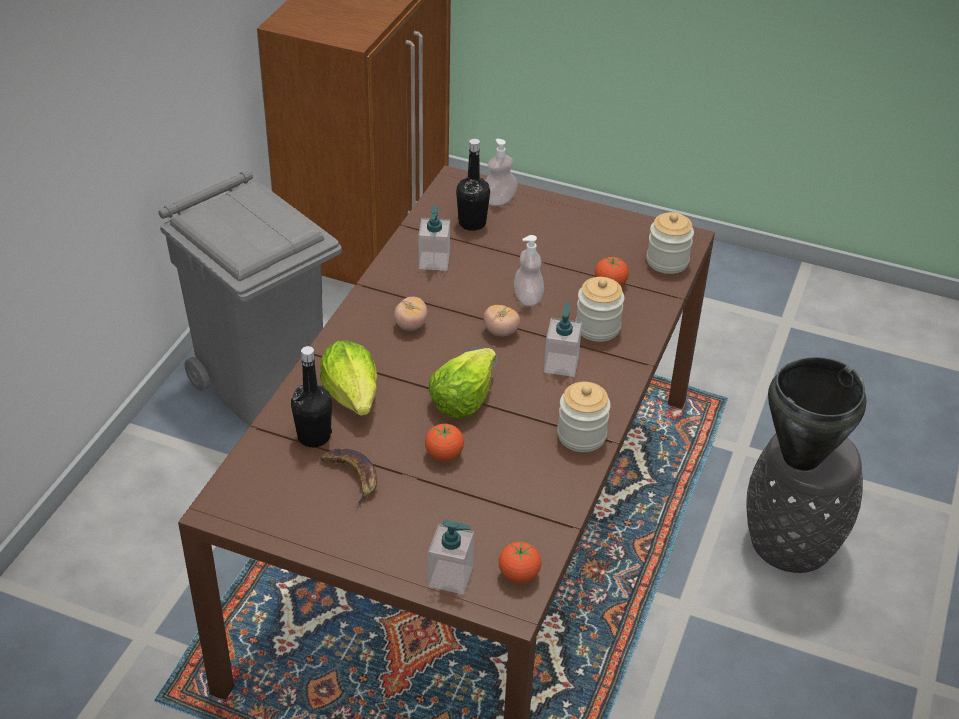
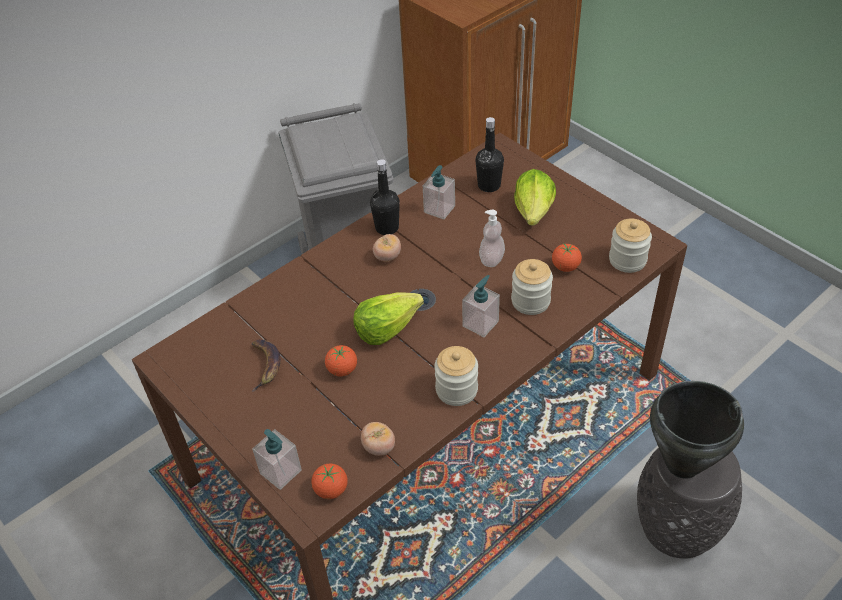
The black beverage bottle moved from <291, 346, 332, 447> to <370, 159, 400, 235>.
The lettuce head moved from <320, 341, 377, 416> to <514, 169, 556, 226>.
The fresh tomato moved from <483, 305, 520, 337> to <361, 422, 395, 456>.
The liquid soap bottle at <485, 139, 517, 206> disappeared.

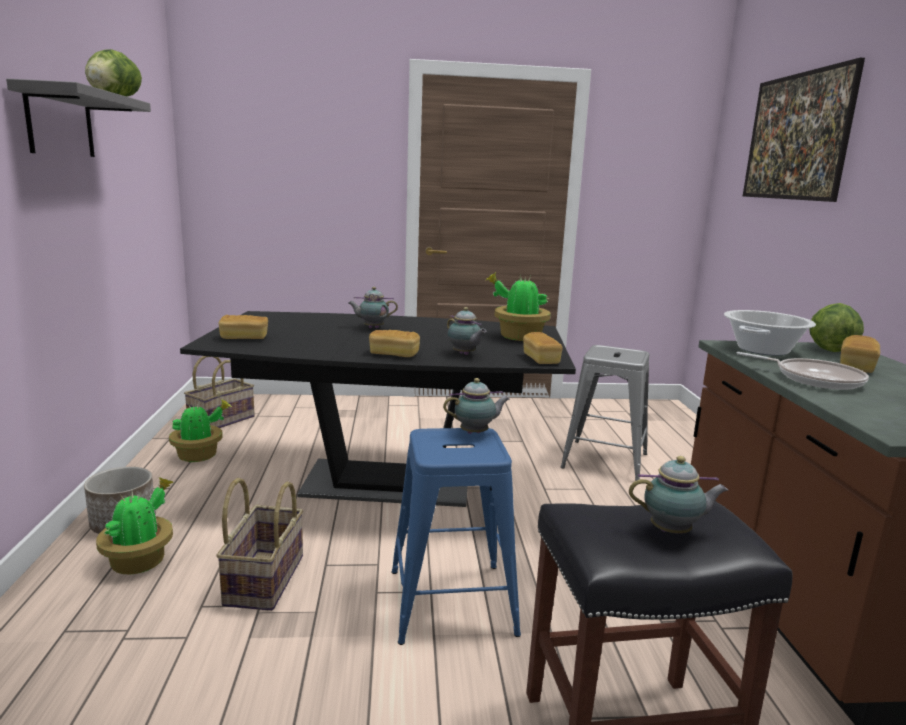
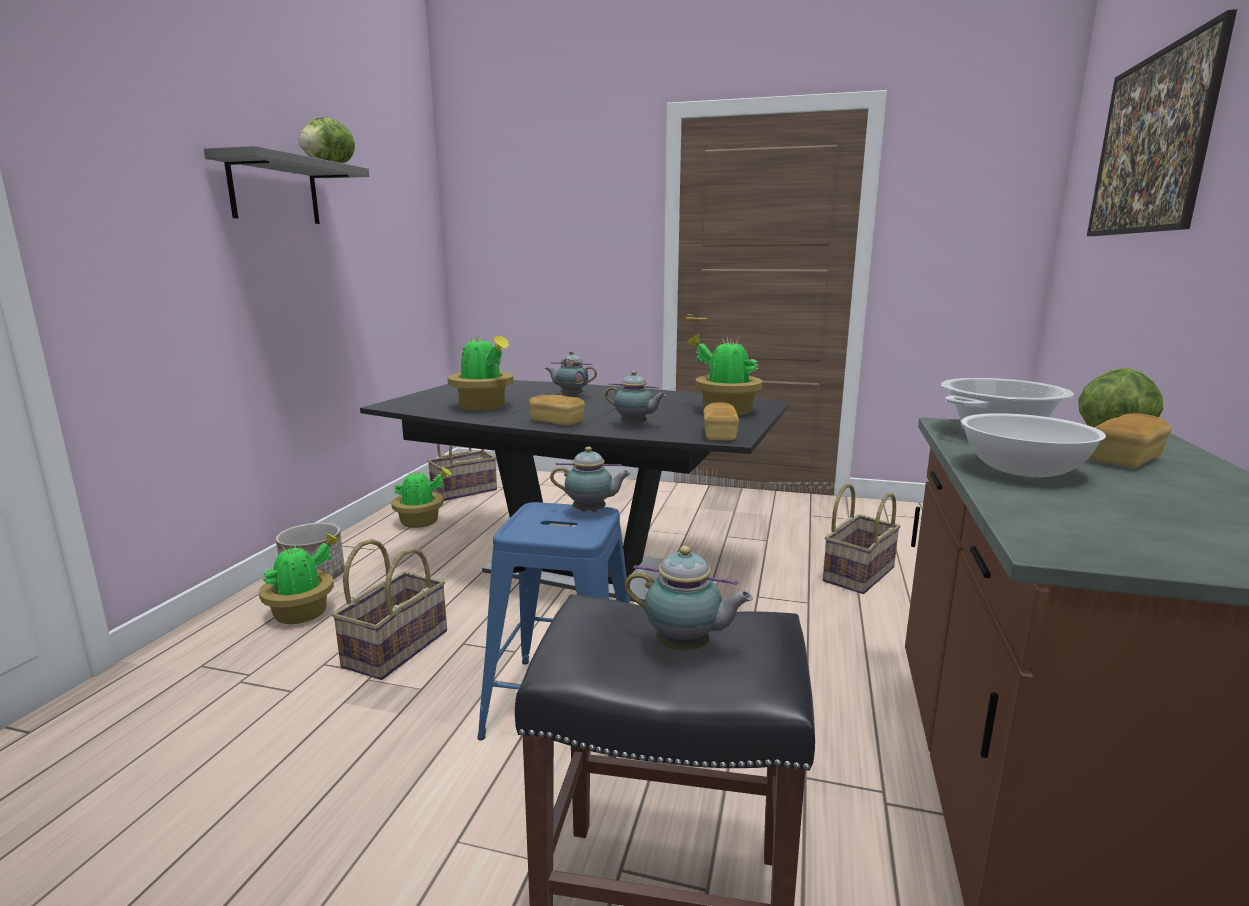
The bakery bread at <219, 315, 268, 339> disappeared.
The tea pot at <447, 307, 487, 355> turned 45 degrees counterclockwise.
The gray sitting stool at <561, 345, 649, 481> was replaced by the basket at <823, 483, 901, 594>.
The frying pan at <736, 352, 869, 390> was replaced by the white serving bowl at <961, 413, 1106, 477>.
The houseplant at <447, 333, 514, 410> appeared.

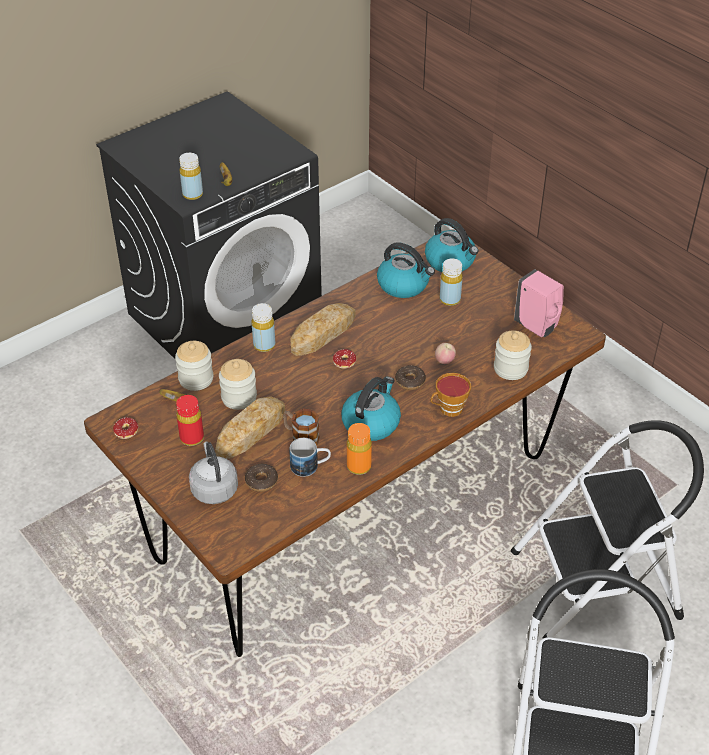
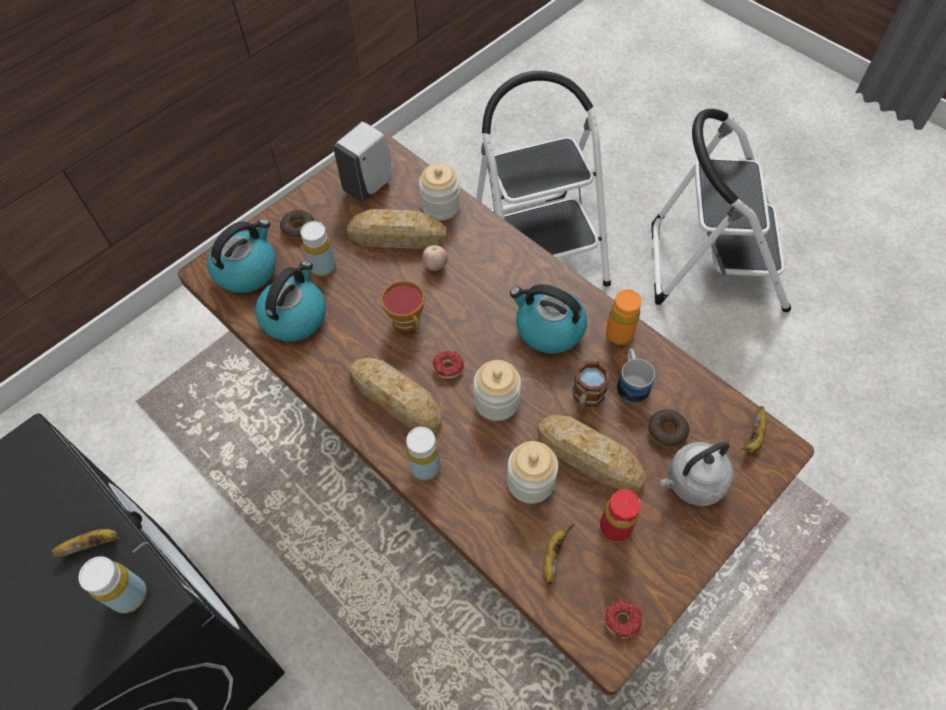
The jar moved from <175, 341, 213, 391> to <474, 360, 521, 421>.
The donut moved from <395, 365, 426, 390> to <280, 210, 314, 239>.
The drinking cup moved from <431, 373, 471, 417> to <381, 281, 425, 332>.
The pinkish liquid soap bottle at <514, 269, 564, 337> became the white liquid soap bottle at <333, 121, 391, 203>.
The bakery bread at <347, 209, 447, 249> appeared.
The whole banana at <741, 406, 767, 453> appeared.

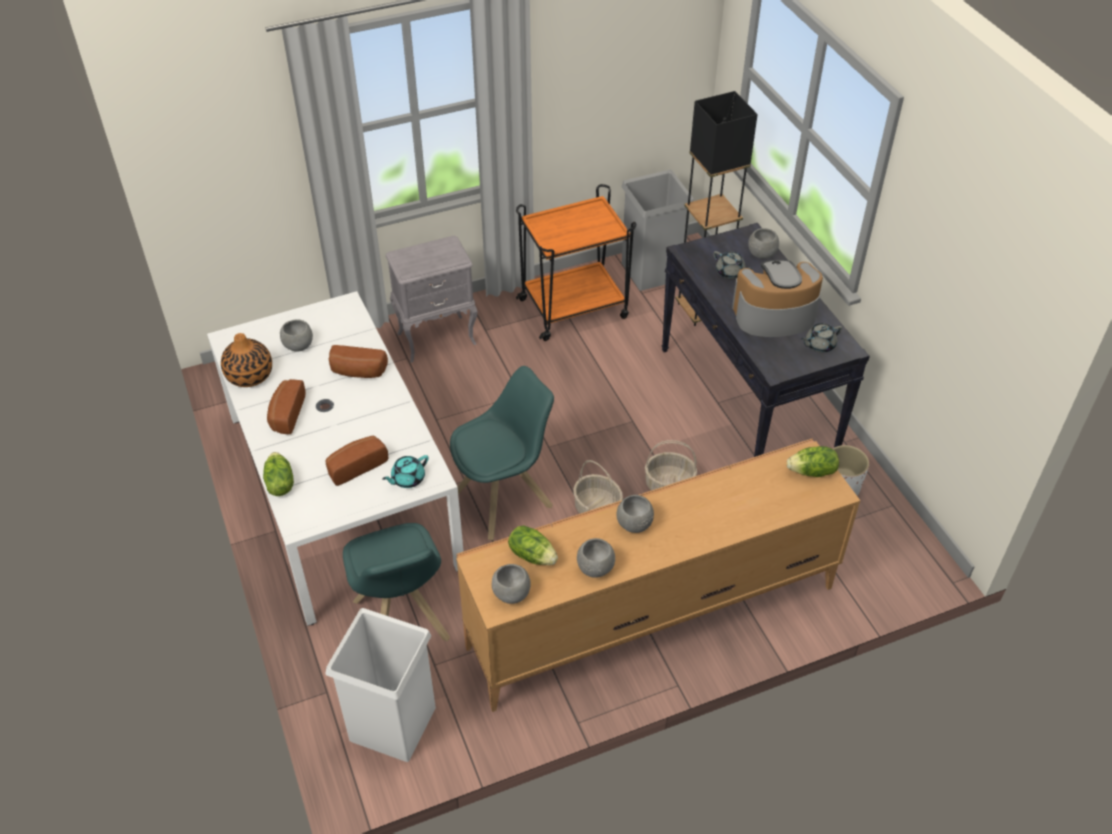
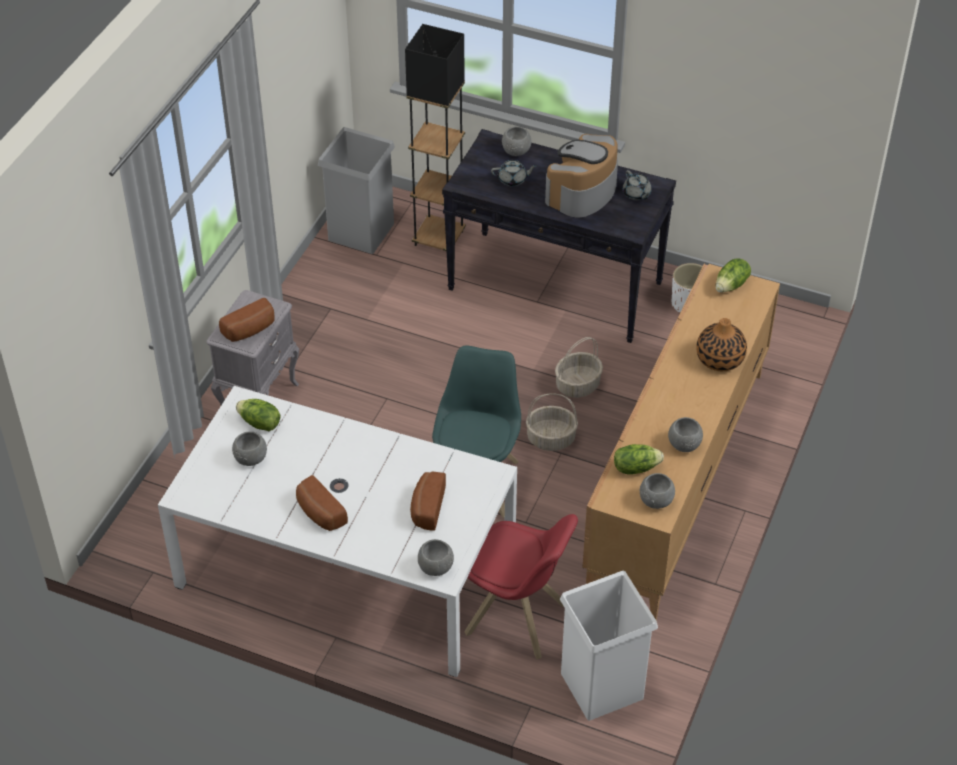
The decorative vase moved from <221, 333, 272, 387> to <696, 318, 747, 371>.
The lettuce head moved from <263, 452, 294, 496> to <236, 399, 281, 431>.
The bakery bread moved from <329, 345, 388, 378> to <219, 298, 275, 342>.
The blue-green chair at <343, 523, 450, 641> became the red chair at <464, 514, 578, 659>.
The blue-green tea pot at <382, 455, 429, 488> disappeared.
The orange cart at <516, 184, 636, 341> disappeared.
The gray serving bowl moved from <616, 495, 654, 533> to <418, 539, 454, 576>.
The gray tea pot at <801, 323, 842, 353> turned 45 degrees counterclockwise.

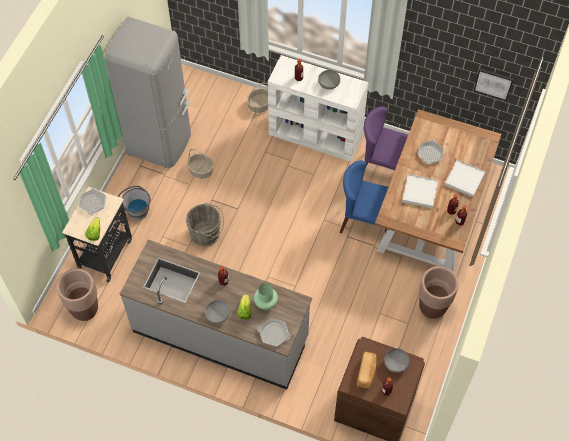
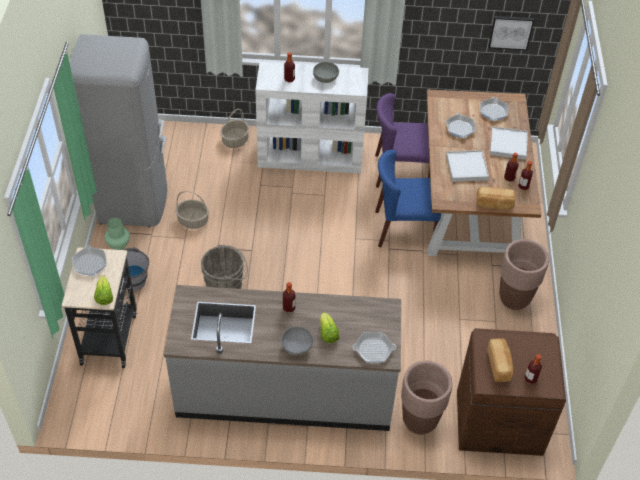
The brown-coloured plant pot moved from <56, 268, 98, 321> to <401, 361, 453, 435>.
The greenish decorative vase moved from <254, 283, 278, 310> to <104, 218, 130, 250>.
The gray serving bowl at <384, 348, 409, 372> disappeared.
The bakery bread at <477, 186, 515, 209> appeared.
The frying pan at <480, 97, 508, 121> appeared.

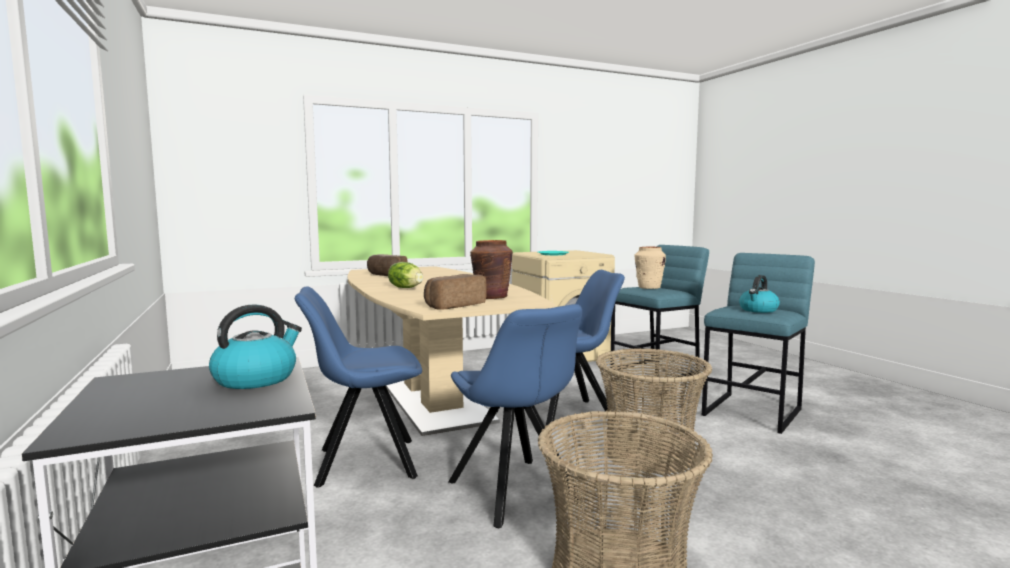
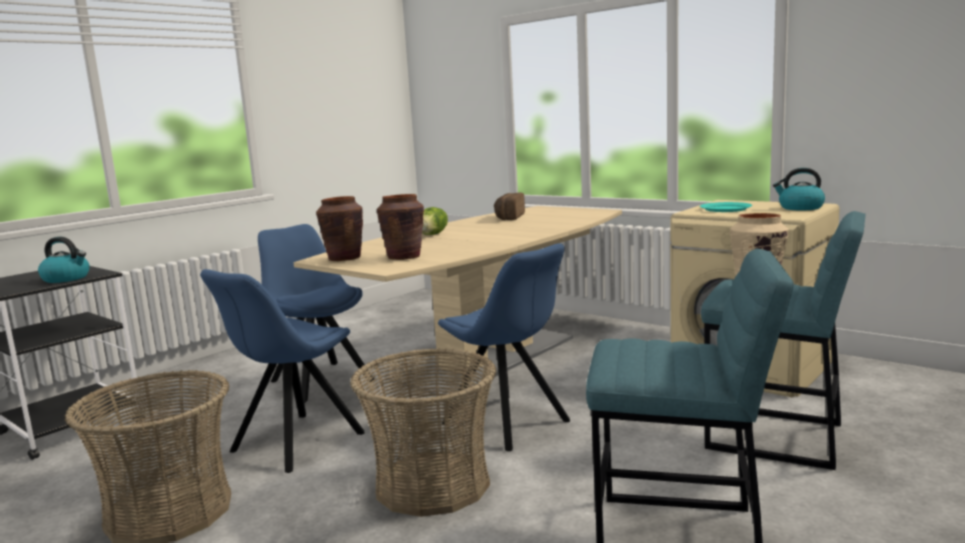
The bakery bread at <424, 274, 487, 310> was replaced by the brown-coloured decorative vase at <316, 196, 363, 261>.
The kettle moved from <739, 275, 780, 313> to <773, 168, 825, 210>.

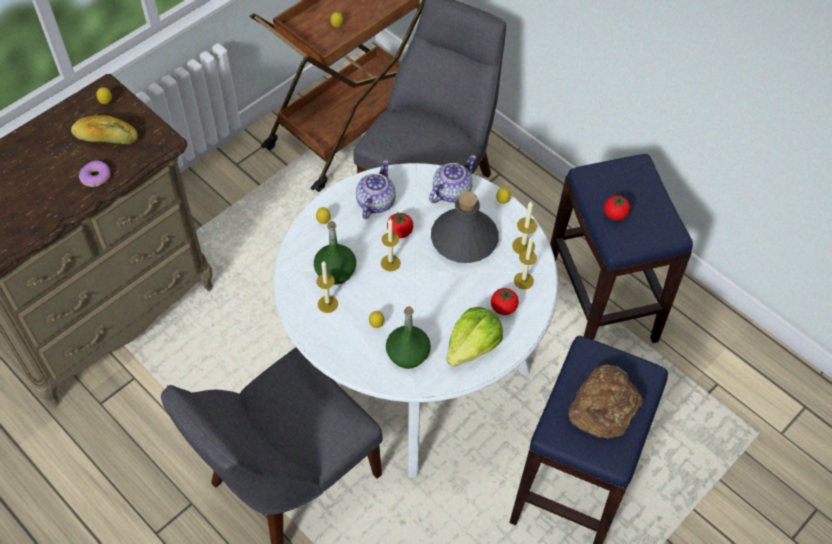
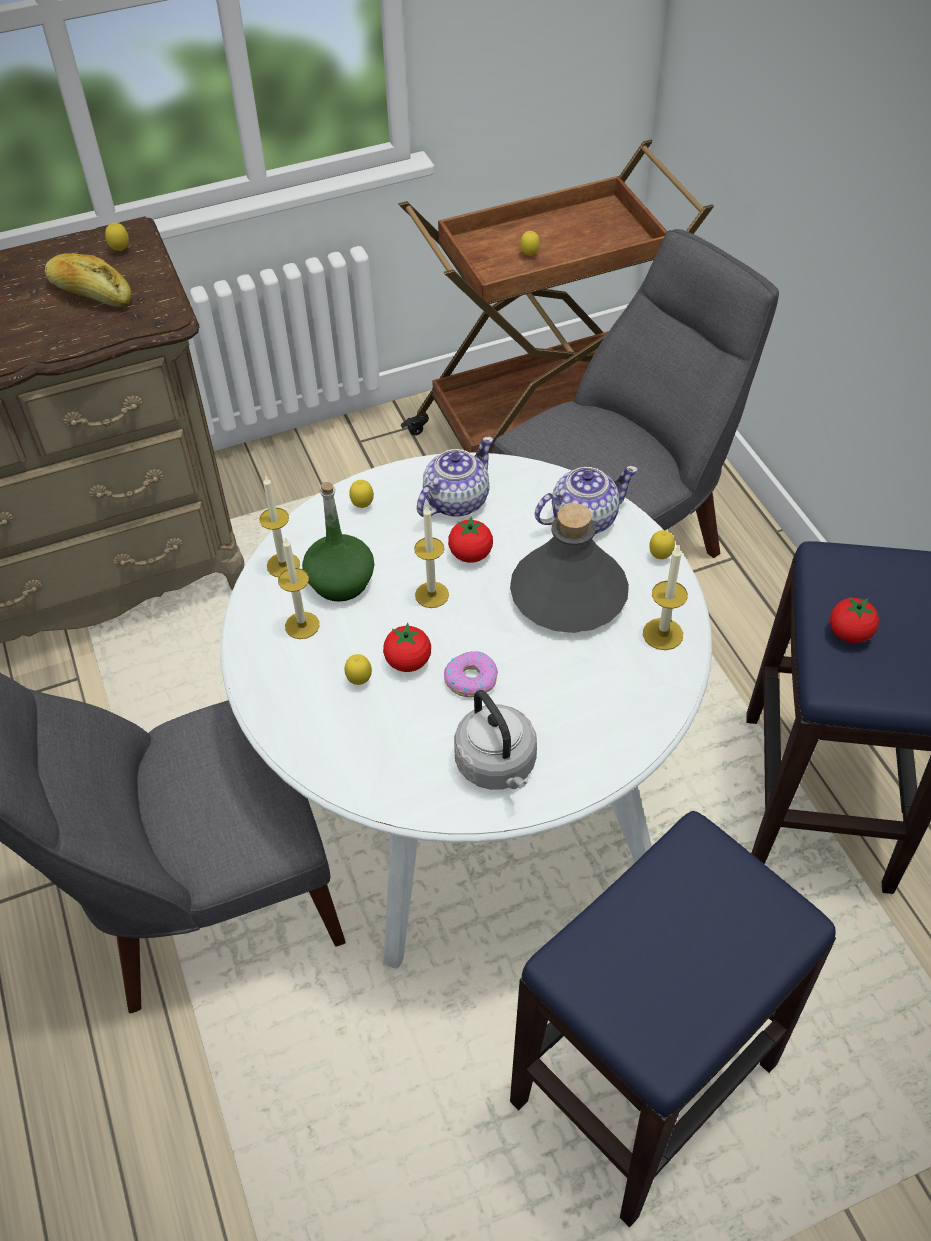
The donut moved from <79, 161, 110, 187> to <444, 651, 498, 697>.
The greenish beverage bottle at <386, 306, 431, 369> disappeared.
The lettuce head at <446, 307, 503, 366> was replaced by the gray kettle at <454, 690, 537, 790>.
The fresh tomato moved from <491, 288, 519, 315> to <383, 623, 431, 672>.
The candle moved from <514, 237, 537, 289> to <259, 475, 300, 577>.
The bakery bread at <568, 365, 643, 439> disappeared.

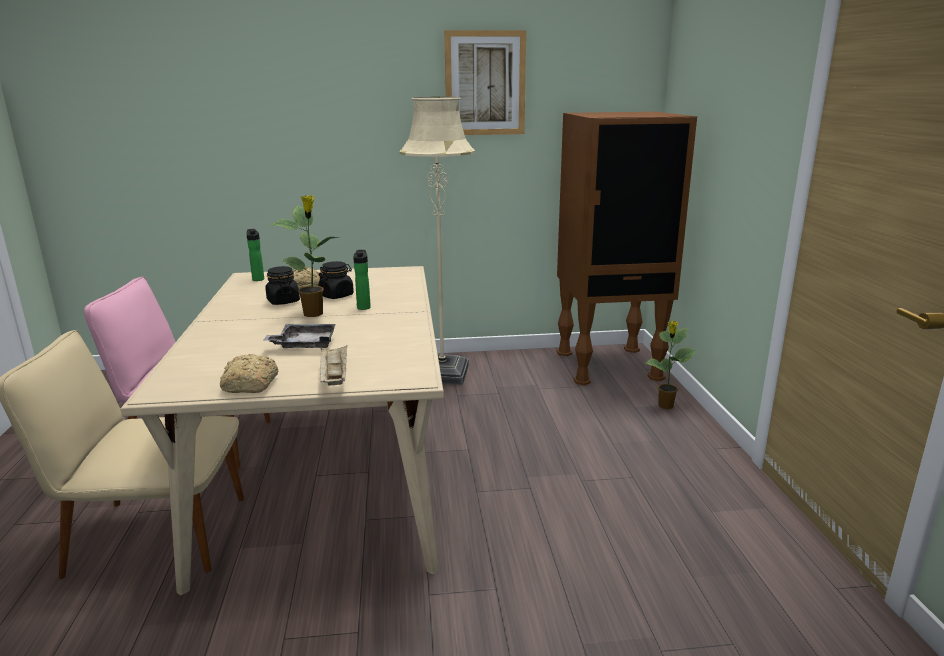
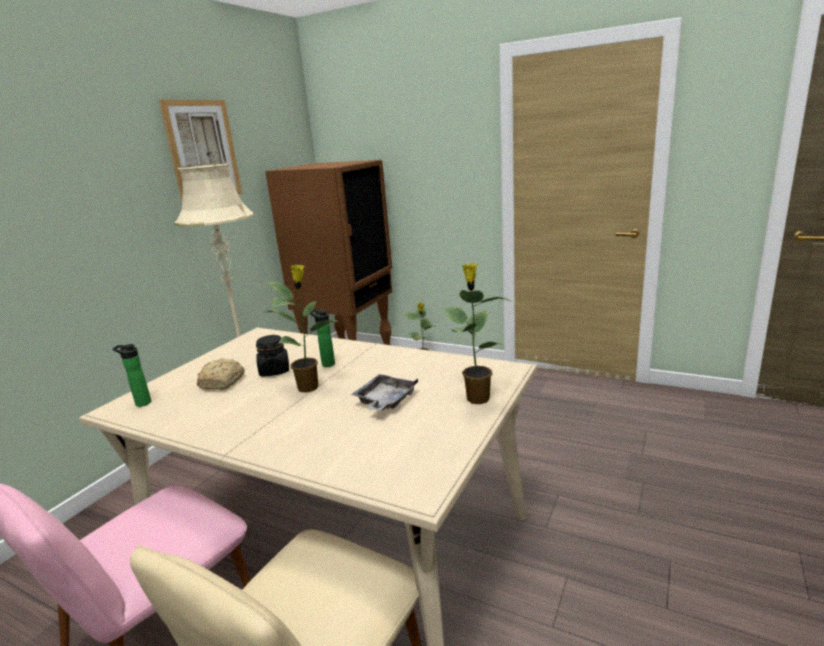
The bakery bread at <220, 354, 278, 393> disappeared.
The black jar at <265, 266, 300, 305> disappeared.
The sand-coloured serving tray at <320, 346, 347, 386> was replaced by the houseplant at <442, 263, 513, 404>.

